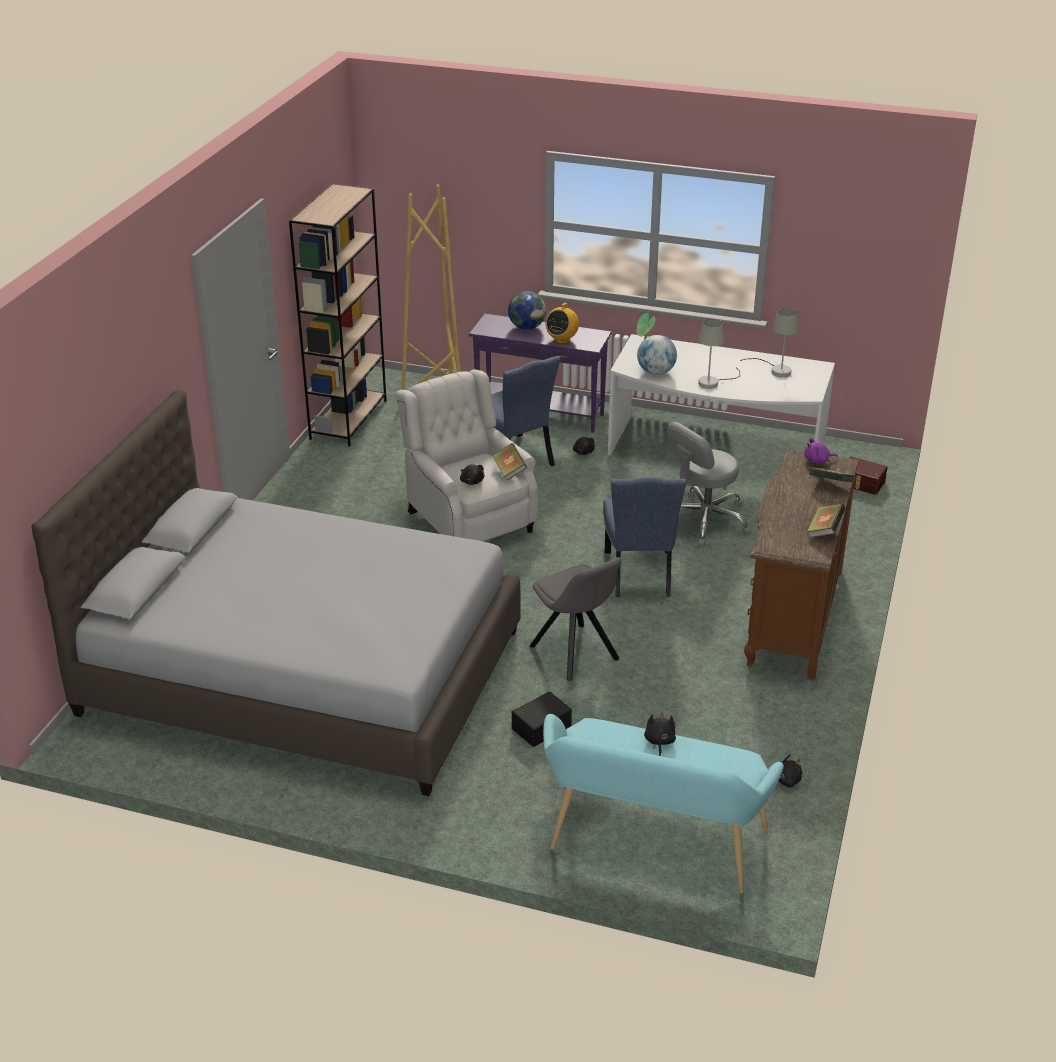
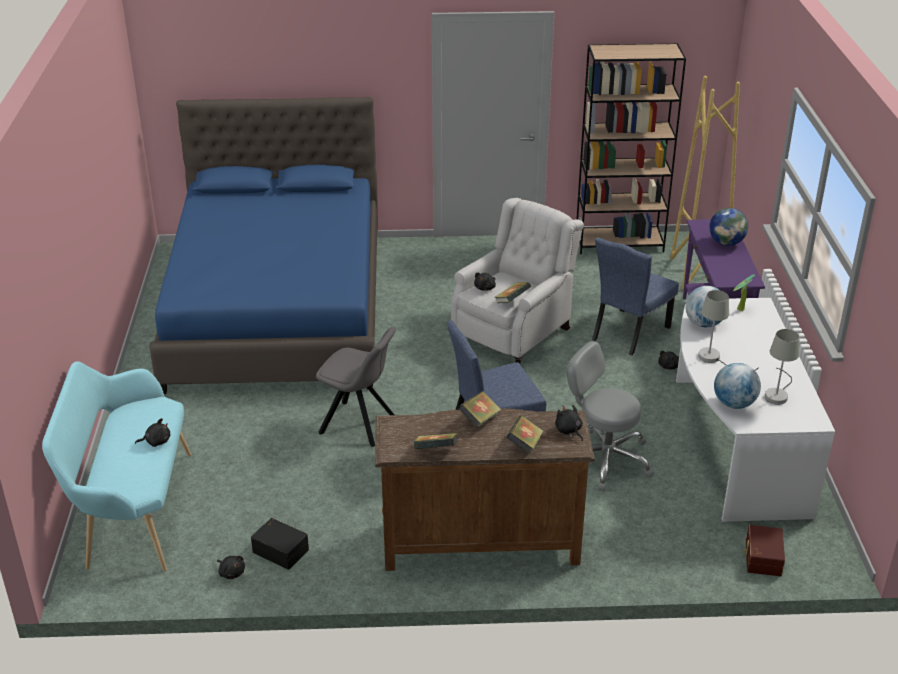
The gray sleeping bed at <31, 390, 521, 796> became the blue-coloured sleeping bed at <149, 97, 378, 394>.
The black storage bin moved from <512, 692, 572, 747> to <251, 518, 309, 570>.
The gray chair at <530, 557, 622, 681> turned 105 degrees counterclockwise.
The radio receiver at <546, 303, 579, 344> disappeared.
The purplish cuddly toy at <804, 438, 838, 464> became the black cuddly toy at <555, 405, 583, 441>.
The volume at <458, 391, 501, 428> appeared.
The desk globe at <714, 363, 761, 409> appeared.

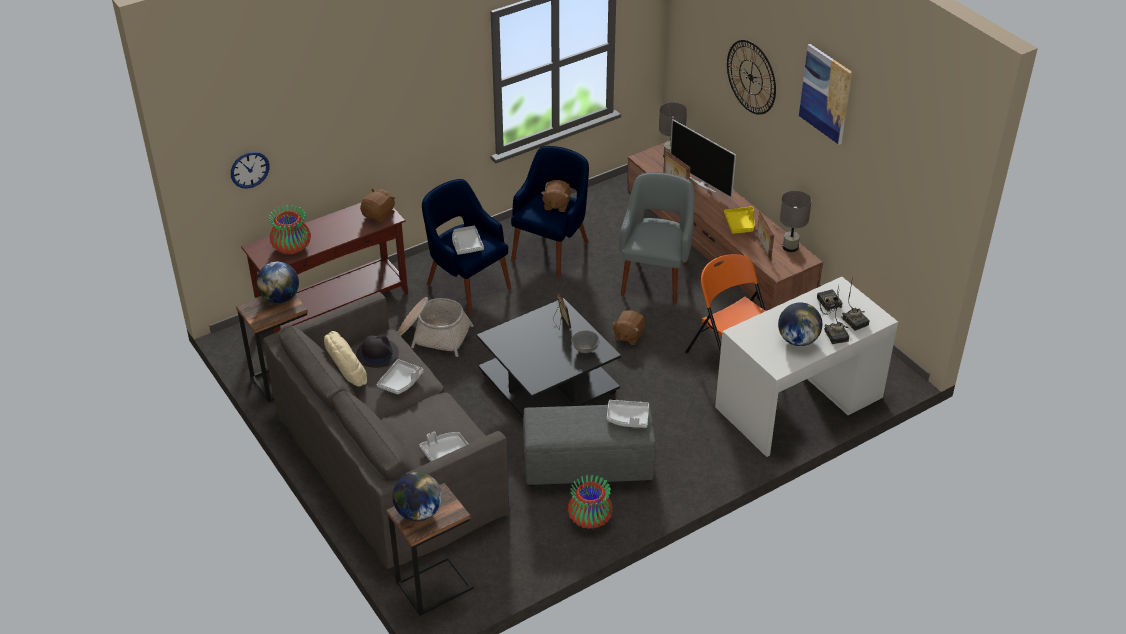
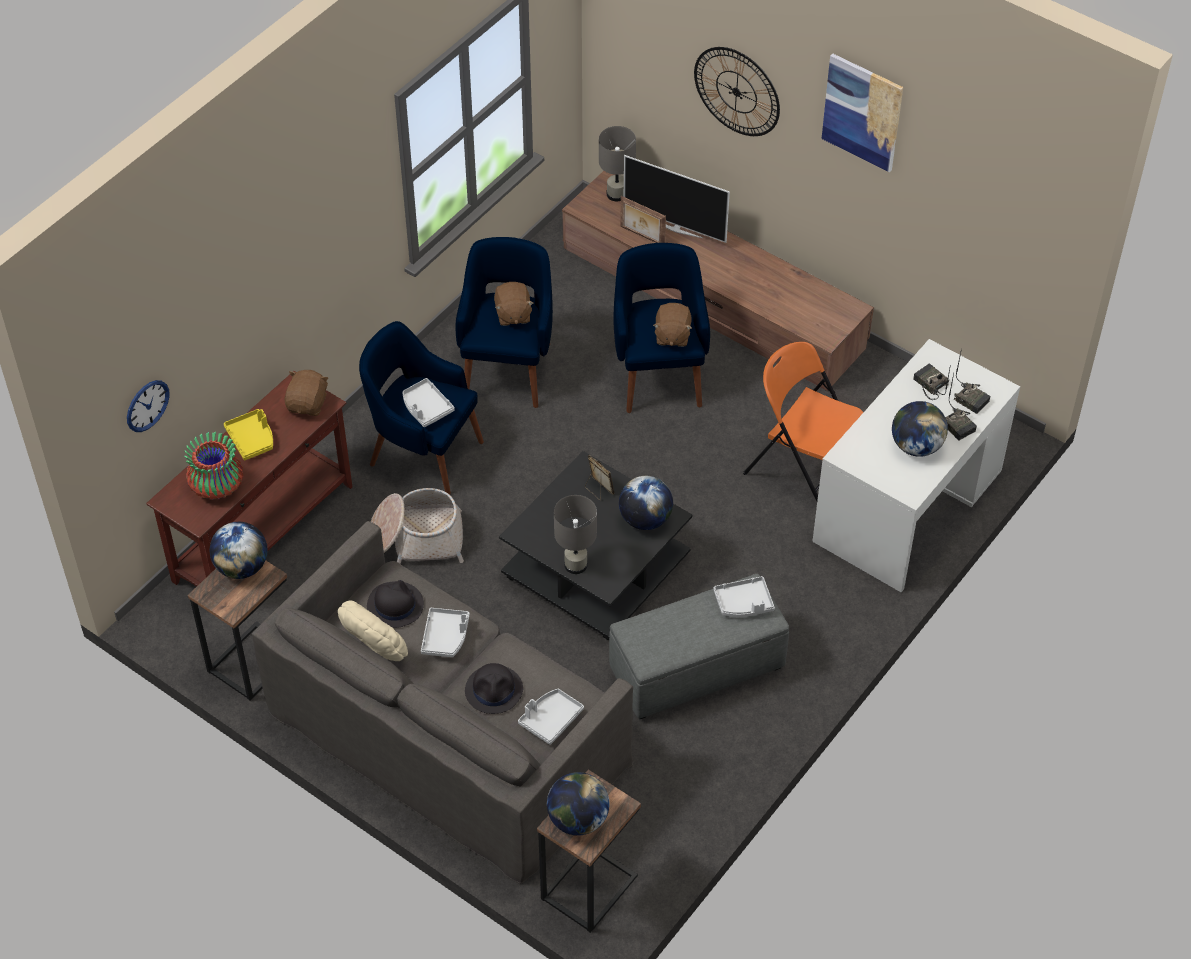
The decorative vase at <568, 475, 613, 529> disappeared.
The gray serving bowl at <571, 330, 600, 353> was replaced by the desk globe at <619, 476, 673, 530>.
The brown-coloured cuddly toy moved from <612, 310, 645, 345> to <653, 303, 692, 347>.
The gray lounge chair at <620, 172, 694, 304> became the blue-coloured lounge chair at <614, 243, 710, 413>.
The yellowish serving tray moved from <724, 206, 755, 234> to <224, 409, 273, 460>.
The picture frame at <757, 211, 774, 261> disappeared.
The gray table lamp moved from <779, 191, 812, 252> to <554, 495, 597, 574>.
The black wearable hat at <465, 663, 523, 714> appeared.

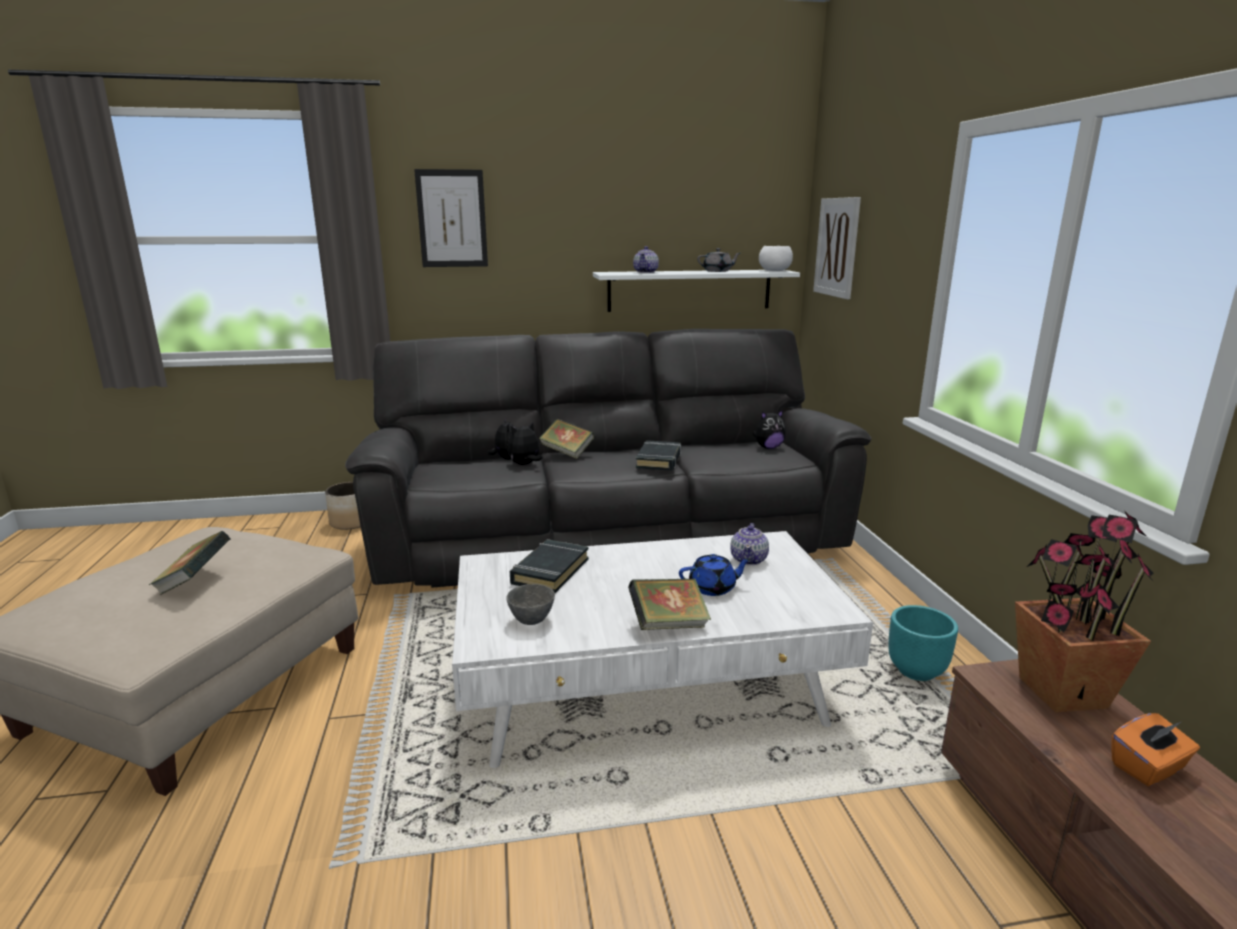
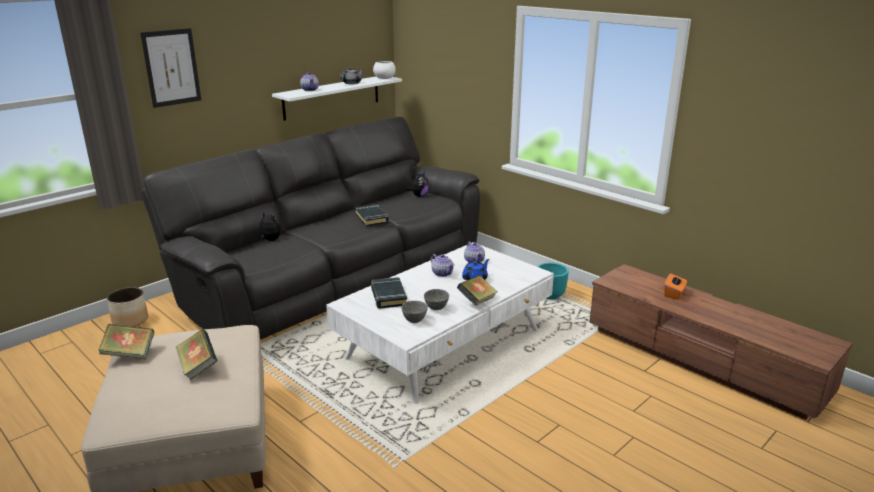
The cuddly toy at <507, 422, 543, 465> disappeared.
The volume moved from <539, 419, 594, 459> to <98, 324, 154, 359>.
The wall art at <813, 197, 861, 299> disappeared.
The houseplant at <1015, 512, 1153, 712> disappeared.
The gray serving bowl at <424, 289, 449, 310> appeared.
The tea pot at <431, 254, 454, 277> appeared.

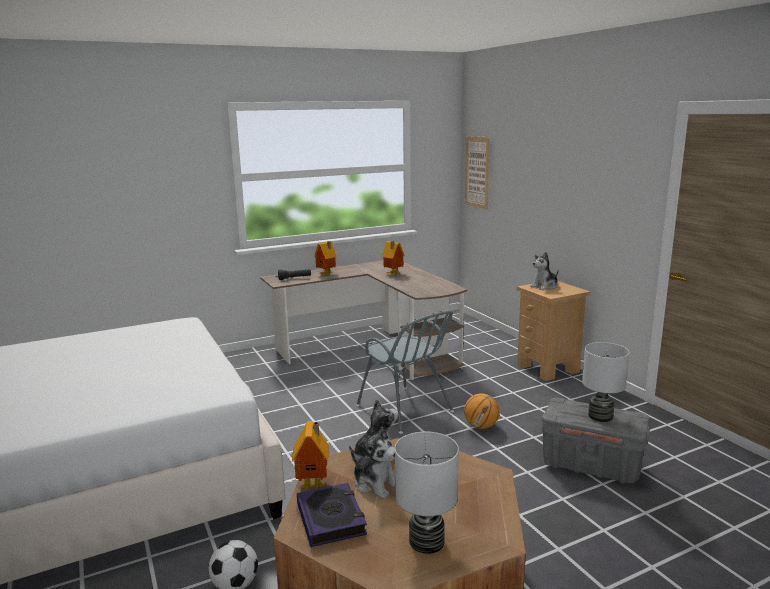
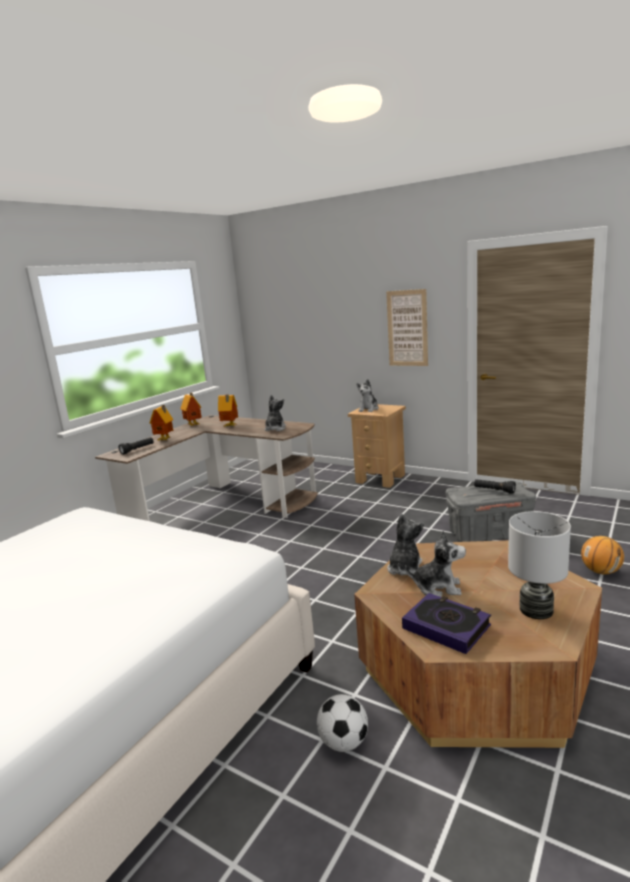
The toy house moved from <292, 421, 329, 489> to <181, 393, 202, 426>.
The gray chair at <356, 310, 454, 434> disappeared.
The ball for basketball moved from <464, 393, 500, 429> to <581, 536, 624, 575>.
The wall art moved from <465, 136, 490, 210> to <386, 289, 428, 366>.
The gray table lamp at <582, 342, 630, 422> was replaced by the black flashlight at <474, 479, 516, 494>.
The cuddly toy at <264, 395, 286, 431> appeared.

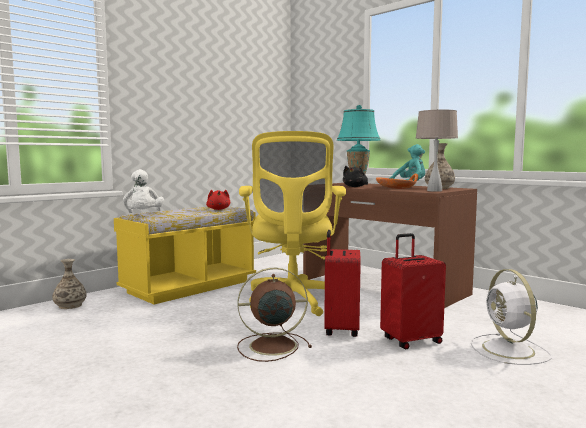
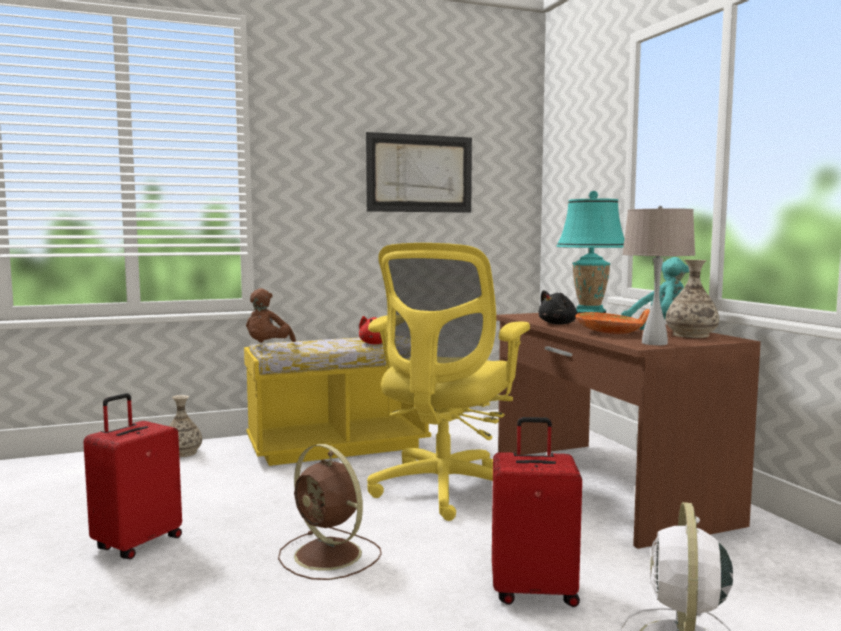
The white cuddly toy at <123, 169, 164, 213> became the brown-coloured cuddly toy at <246, 288, 296, 343>.
The brown-coloured electric fan at <237, 268, 312, 362> turned 150 degrees counterclockwise.
The red suitcase moved from <324, 230, 361, 337> to <83, 393, 182, 559>.
The wall art at <366, 132, 472, 213> appeared.

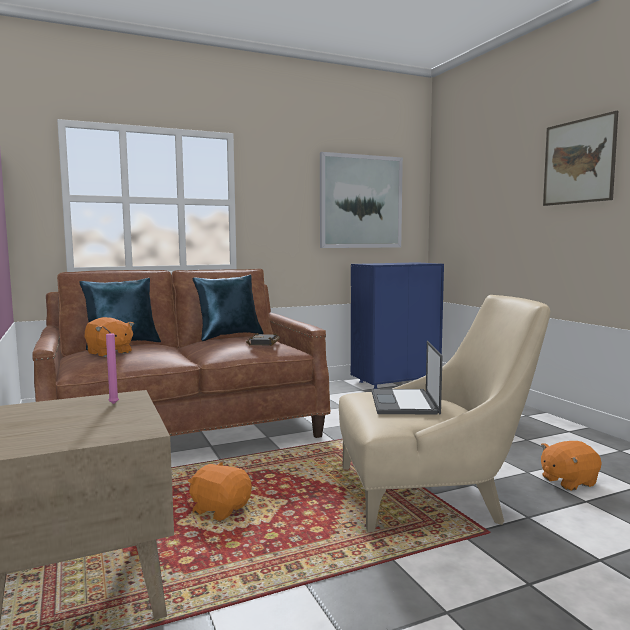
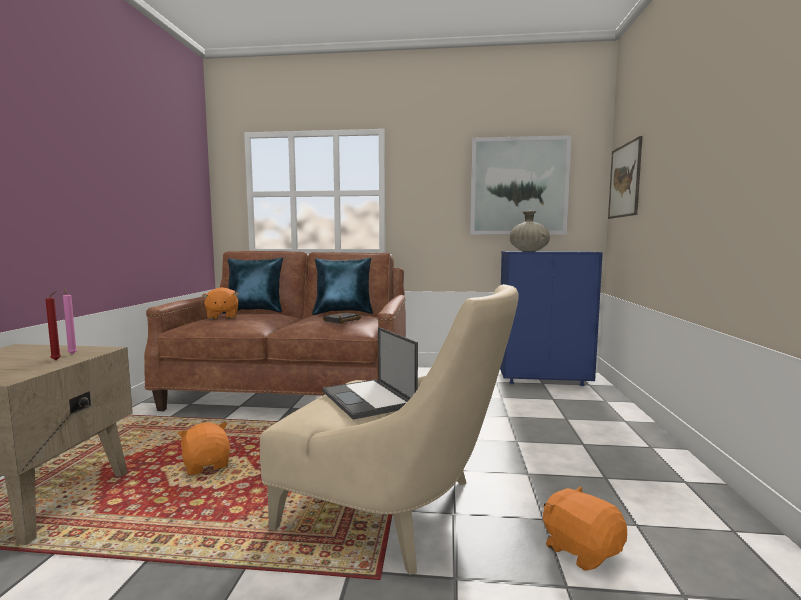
The portable computer at <372, 341, 443, 415> turned 60 degrees counterclockwise.
The orange cuddly toy at <541, 441, 602, 491> turned 45 degrees clockwise.
The wall art moved from <543, 111, 618, 206> to <608, 136, 642, 219>.
The red candle at <45, 291, 61, 360> appeared.
The sand-coloured decorative vase at <510, 211, 550, 251> appeared.

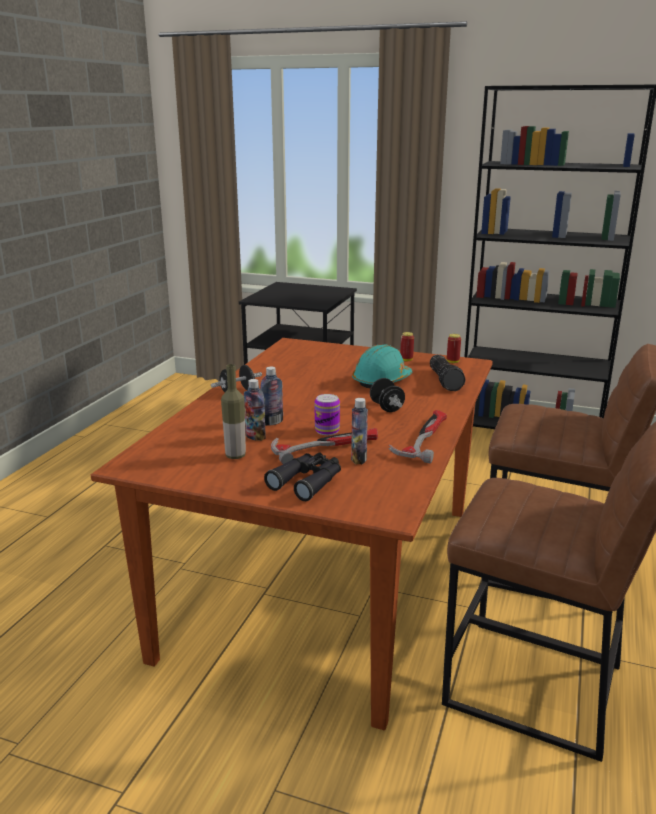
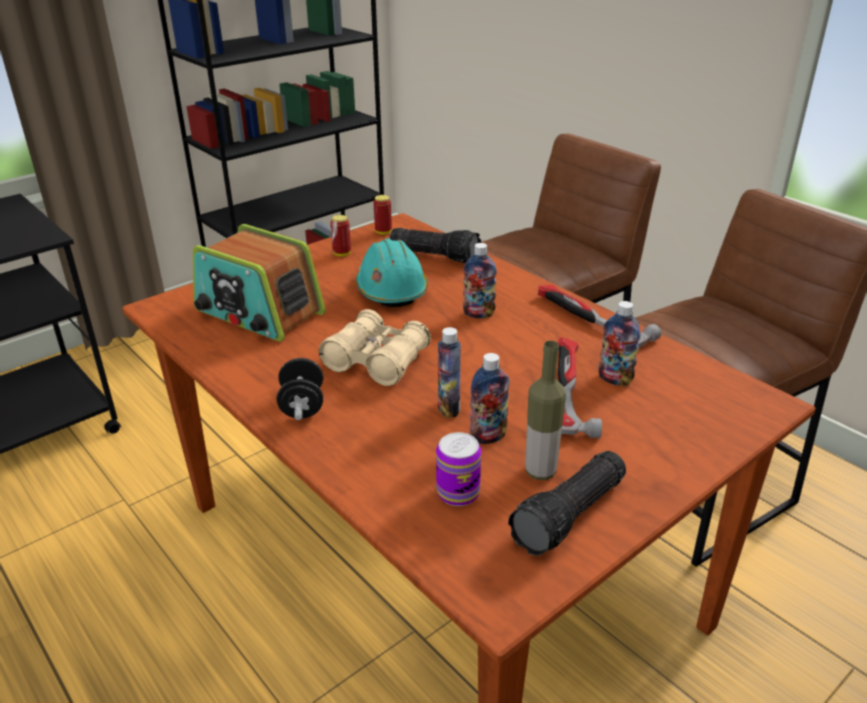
The black field glasses at <264, 453, 341, 501> disappeared.
The sealed can moved from <315, 394, 340, 435> to <436, 432, 481, 506>.
The black hand weight at <370, 378, 405, 412> was replaced by the beverage bottle at <463, 243, 497, 318>.
The radio receiver at <193, 224, 326, 342> appeared.
The sand-coloured field glasses at <319, 309, 431, 386> appeared.
The flashlight at <508, 451, 626, 556> appeared.

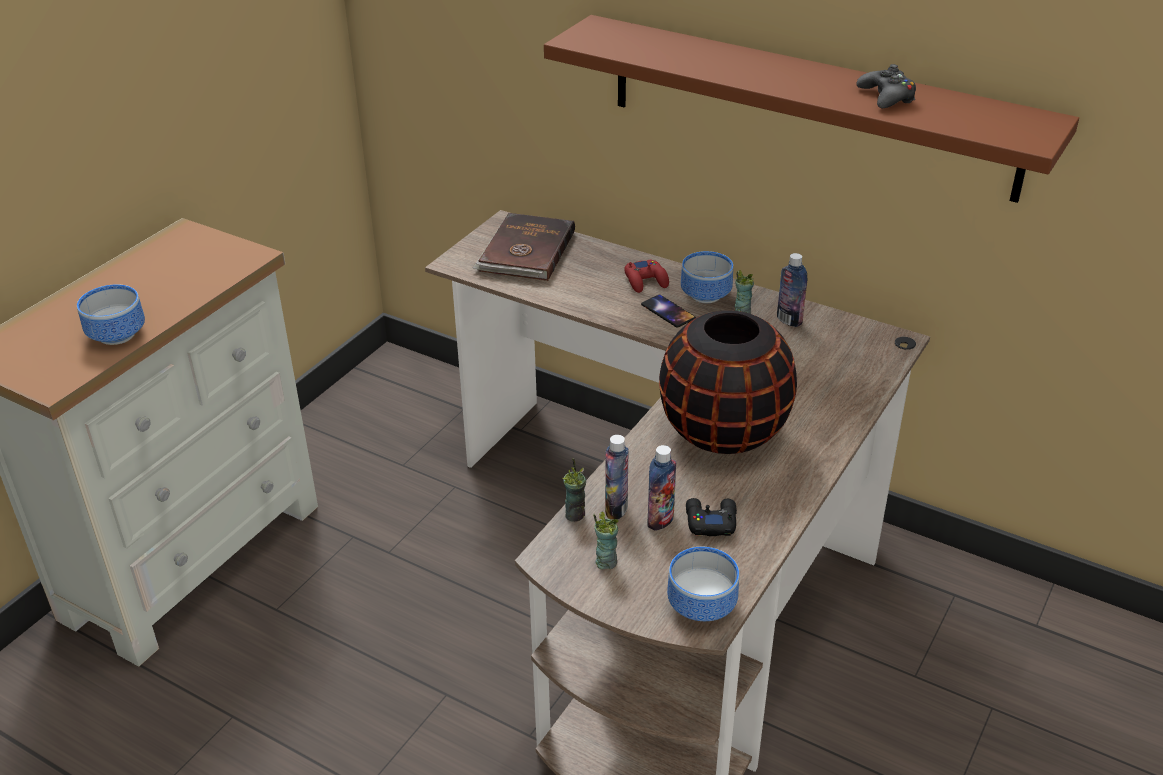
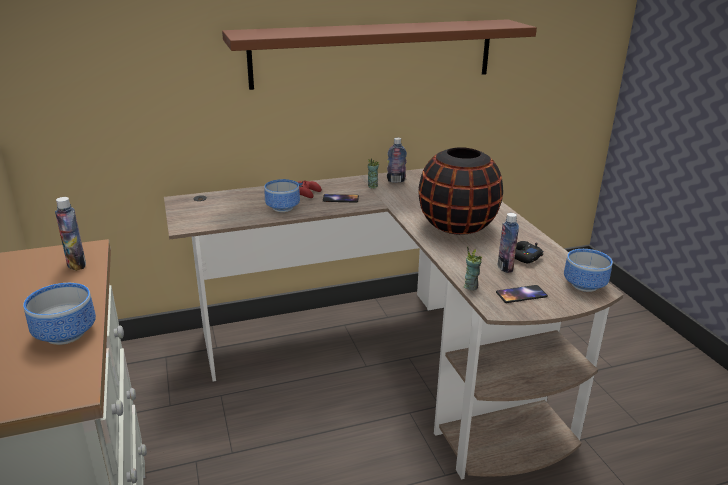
The brown-coloured volume at <473, 213, 575, 281> disappeared.
The drinking cup at <593, 511, 618, 570> was replaced by the phone at <496, 285, 548, 303>.
The beverage bottle moved from <605, 435, 629, 519> to <55, 197, 86, 271>.
The serving bowl moved from <681, 251, 733, 303> to <264, 179, 300, 212>.
The black joypad at <856, 64, 916, 108> disappeared.

